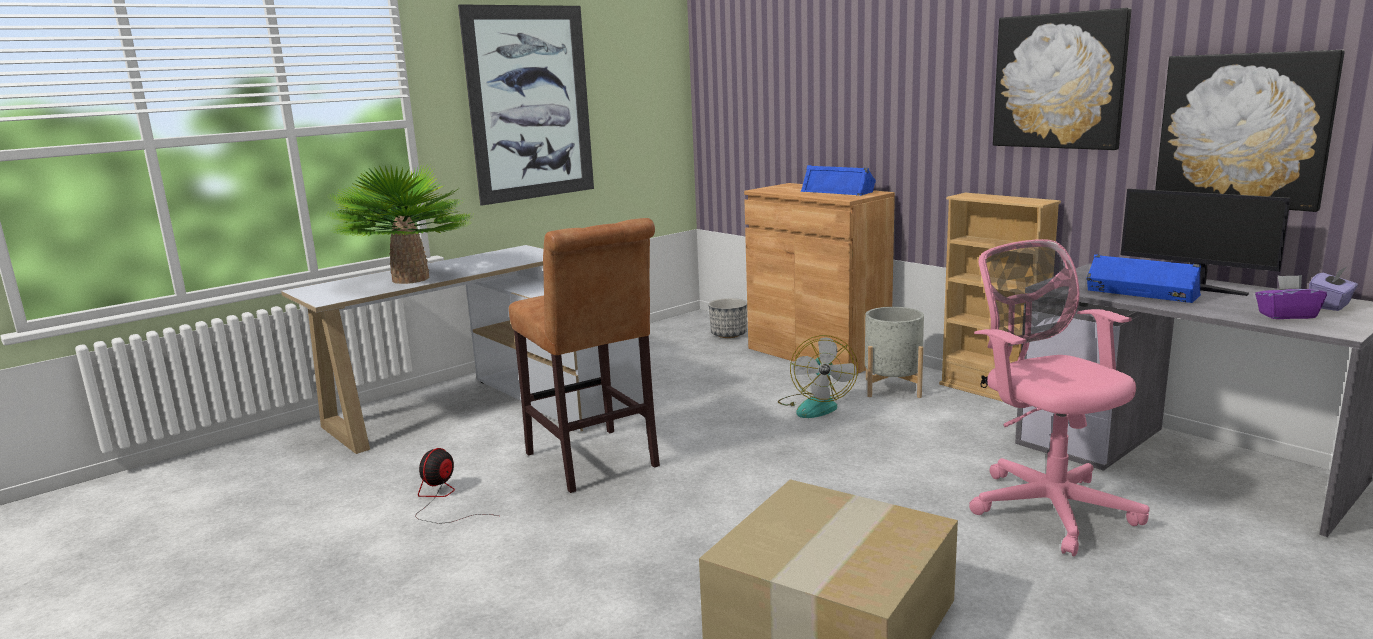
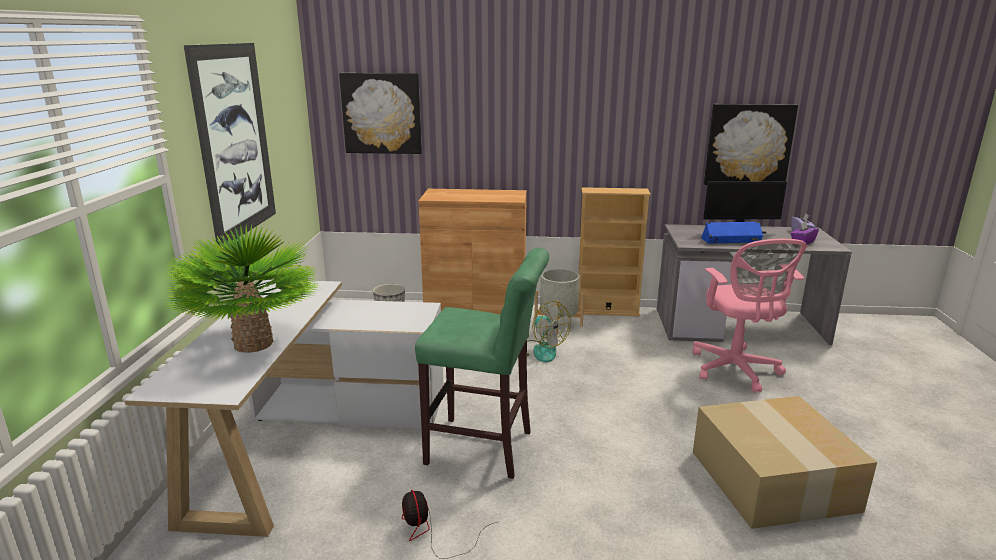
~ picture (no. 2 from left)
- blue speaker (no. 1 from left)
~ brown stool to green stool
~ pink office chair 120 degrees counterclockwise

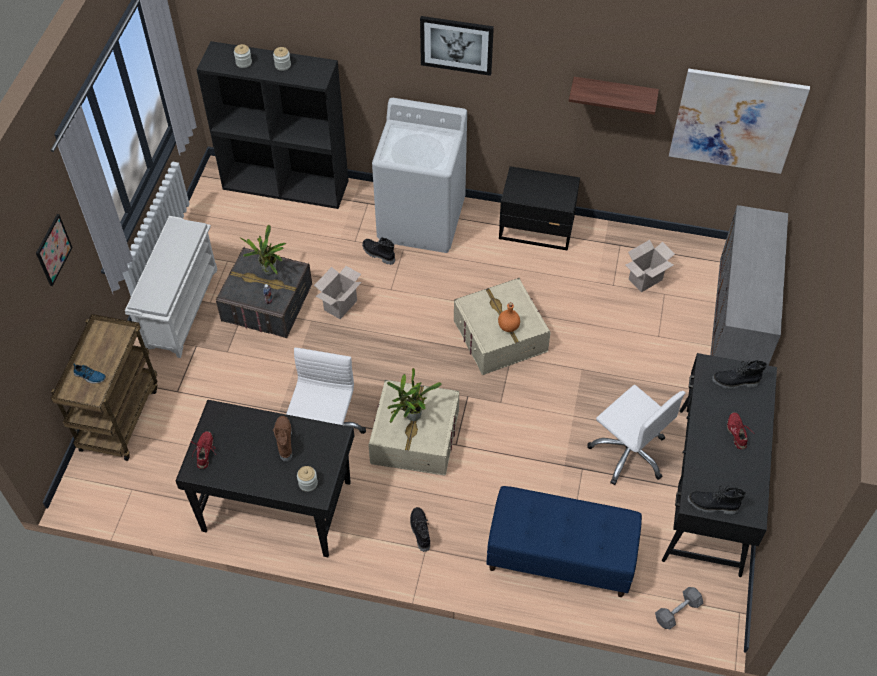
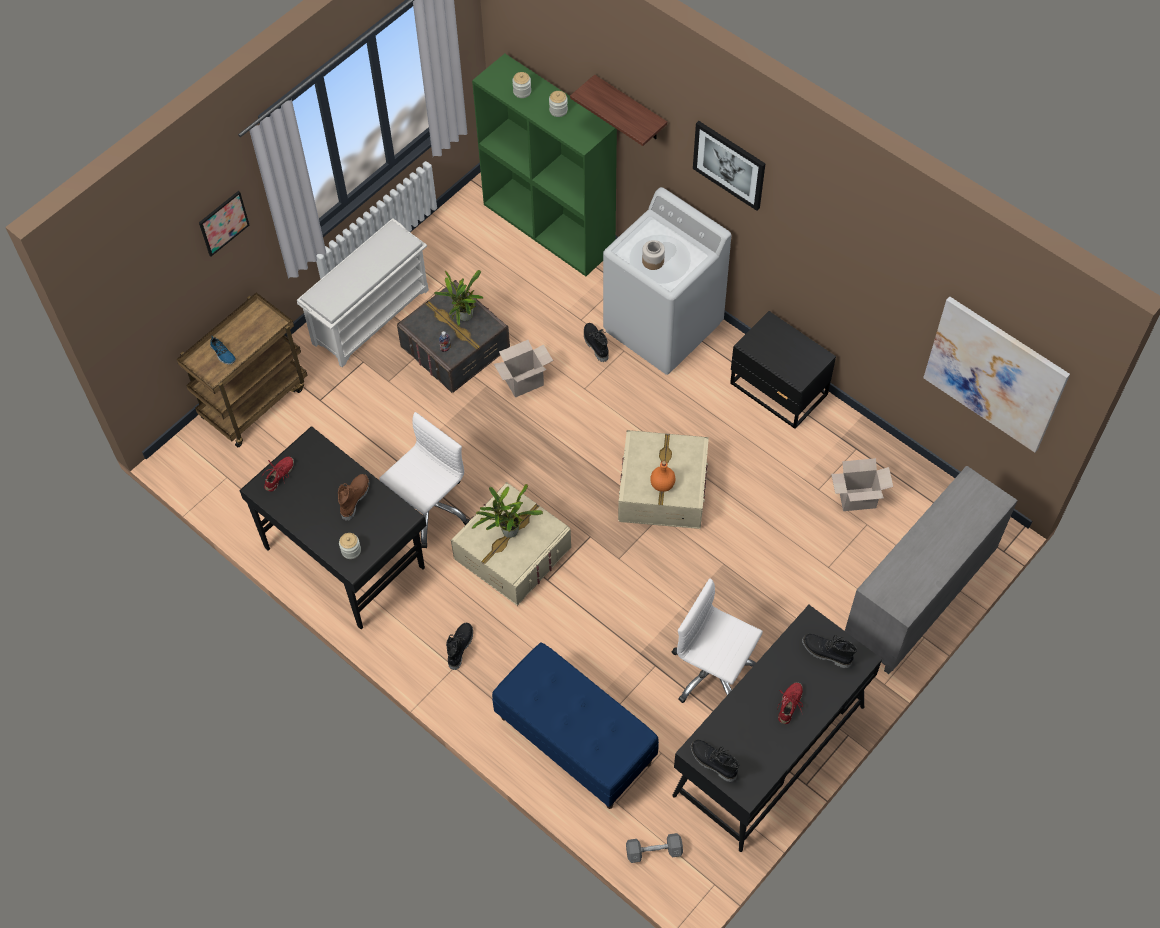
~ black bookcase to green bookcase
~ shelf
~ white office chair (no. 2 from left) 135 degrees clockwise
+ jar (no. 4 from left)

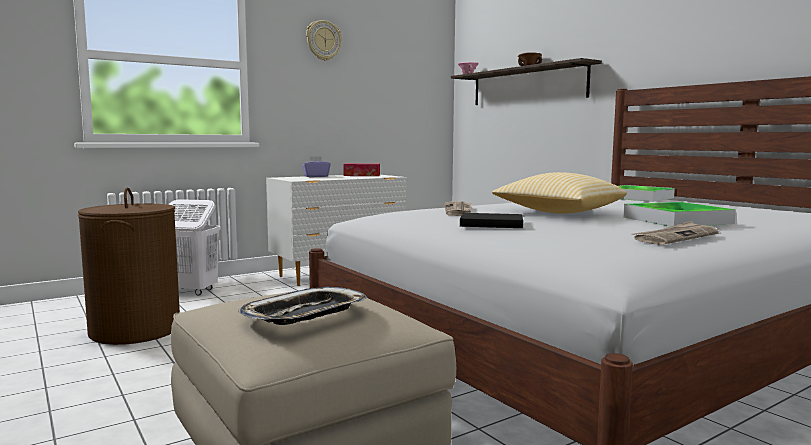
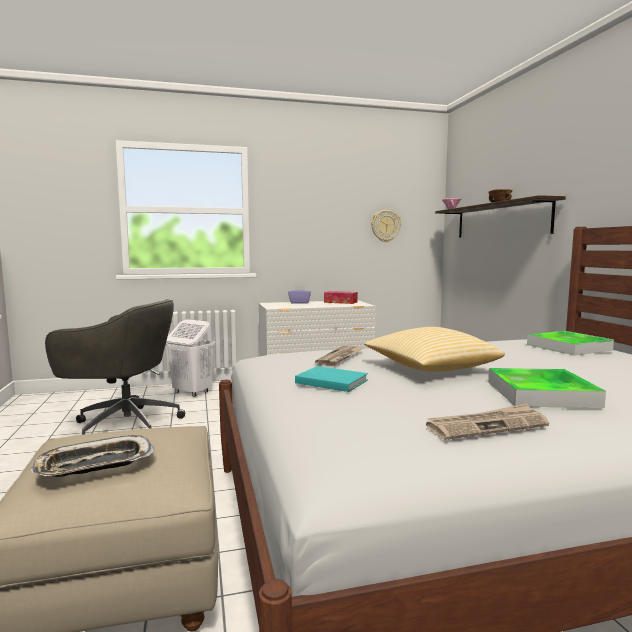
~ wall clock
~ brown laundry basket to grey office chair
~ black book to turquoise book

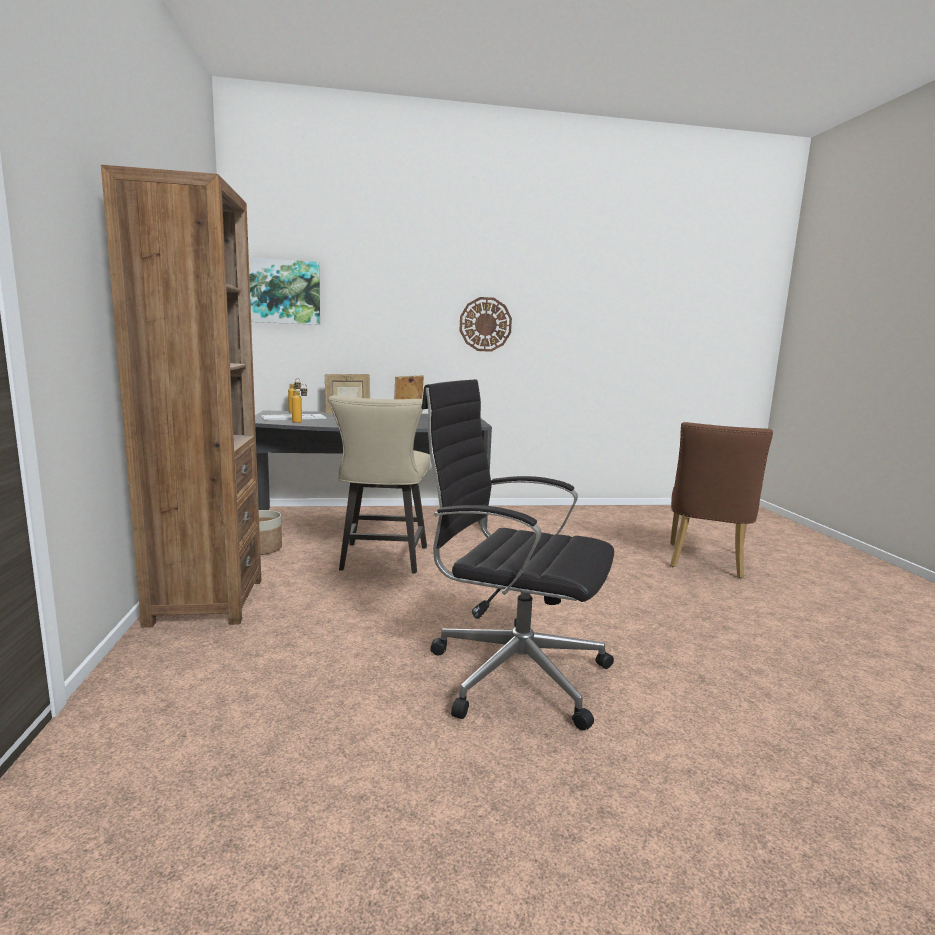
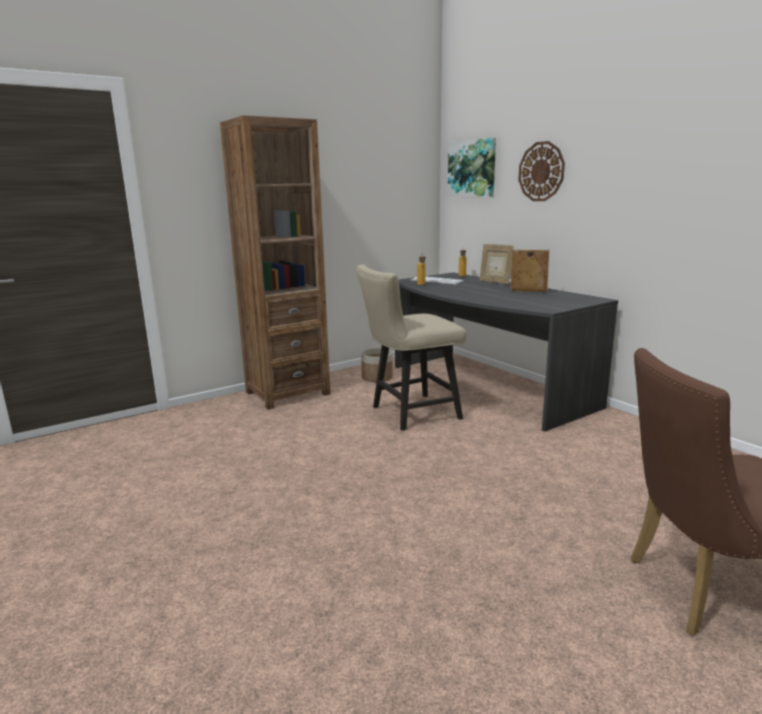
~ wall clock
- black office chair

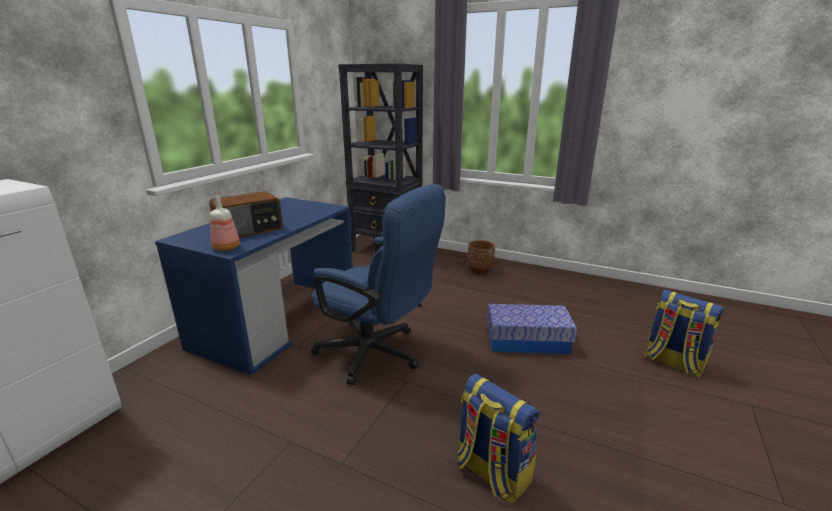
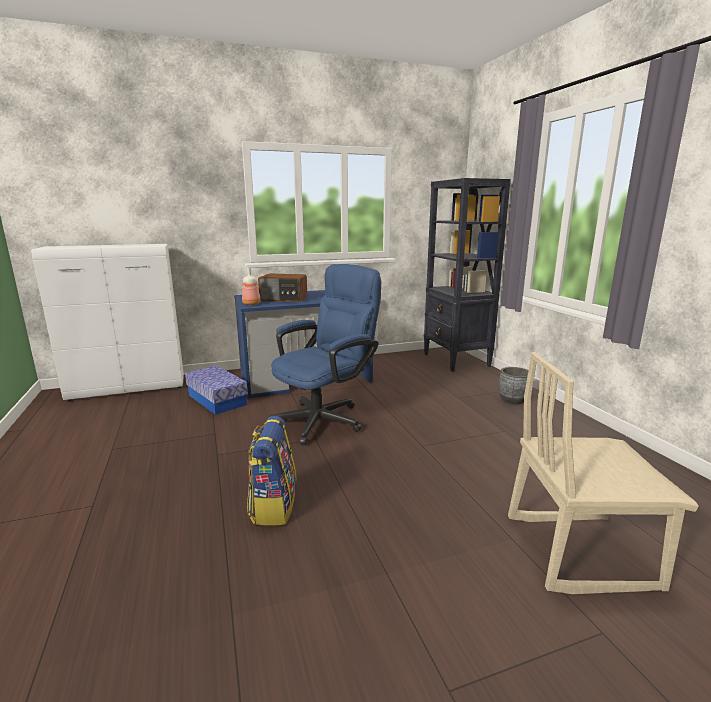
~ blue office chair 120 degrees counterclockwise
~ brown planter to grey planter
~ backpack (no. 2 from left) to beige chair
~ storage box

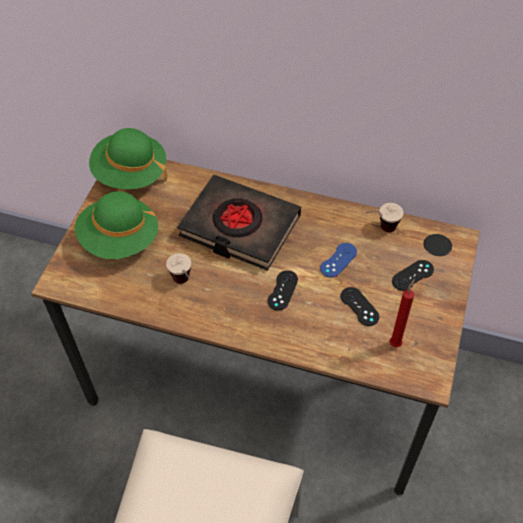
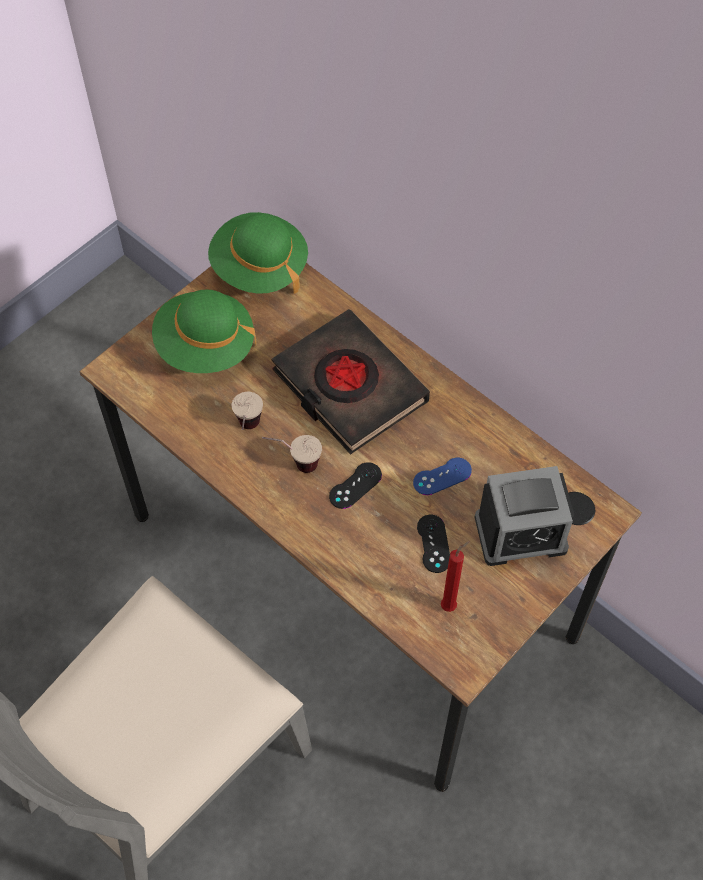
~ cup (no. 2 from left)
~ black game controller (no. 3 from left) to alarm clock

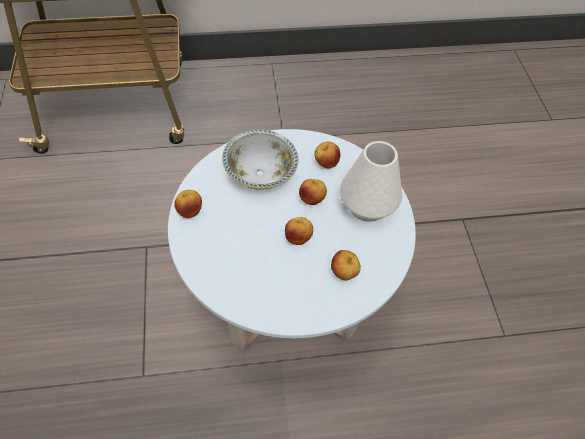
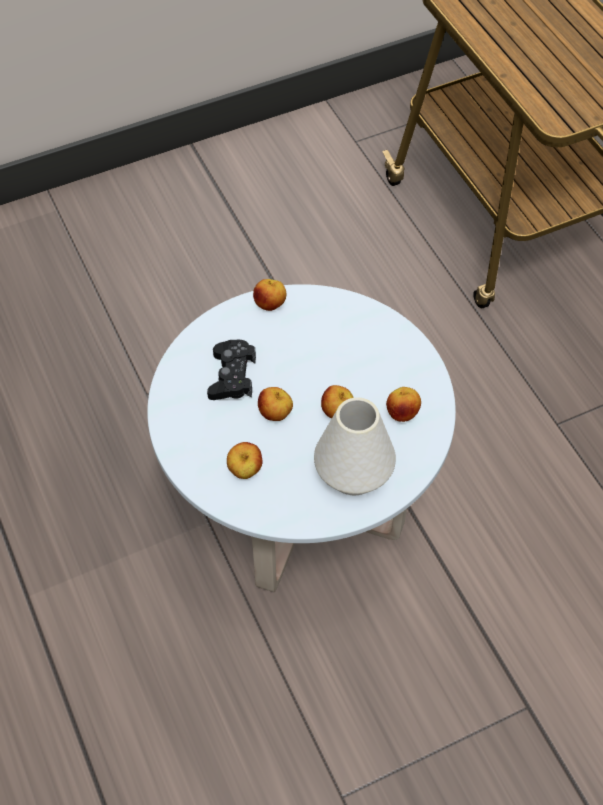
- bowl
+ black game controller

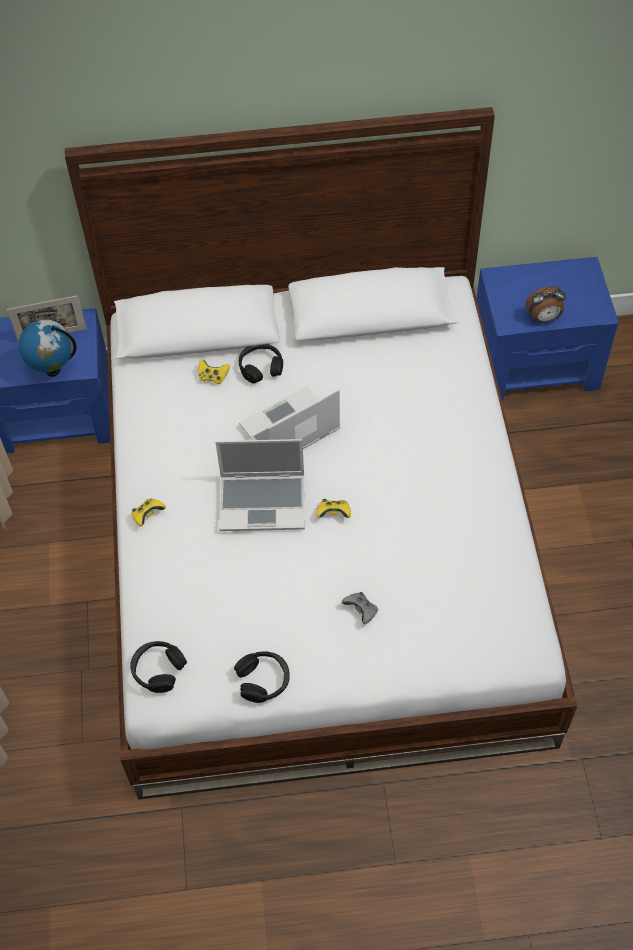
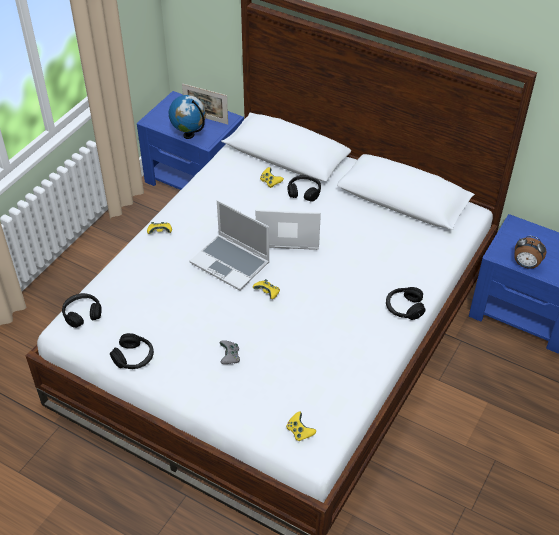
+ black headphones (no. 4 from left)
+ yellow game controller (no. 4 from left)

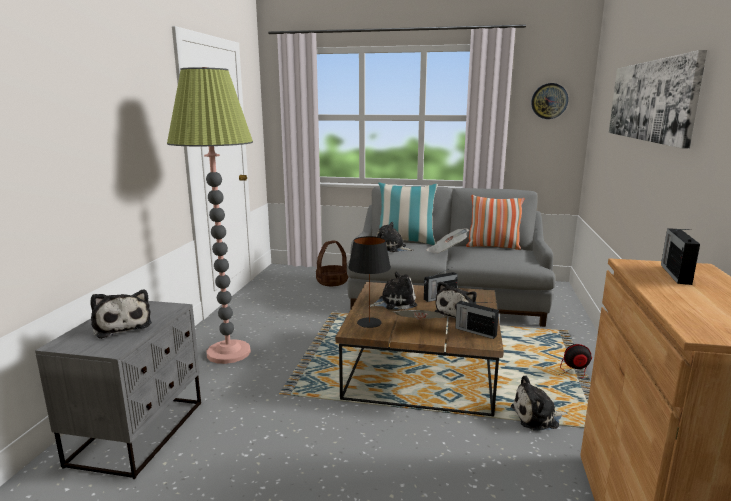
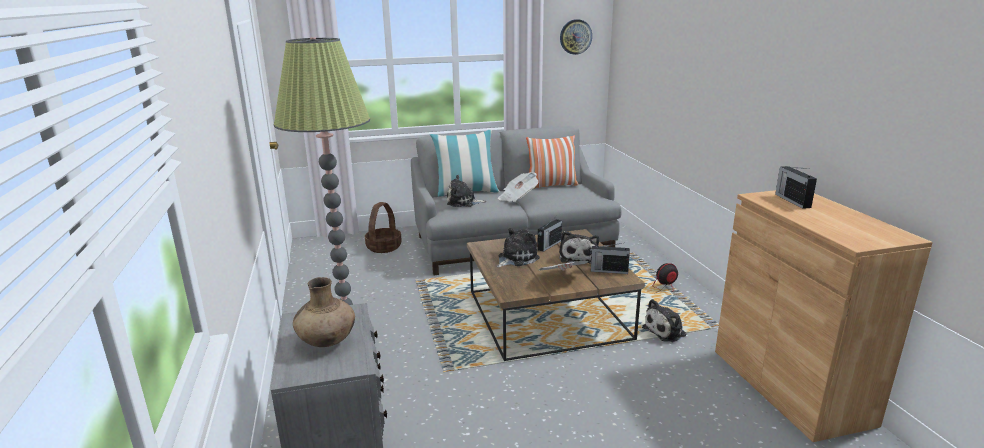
- picture
- black table lamp
~ plush toy (no. 1 from left) to brown vase

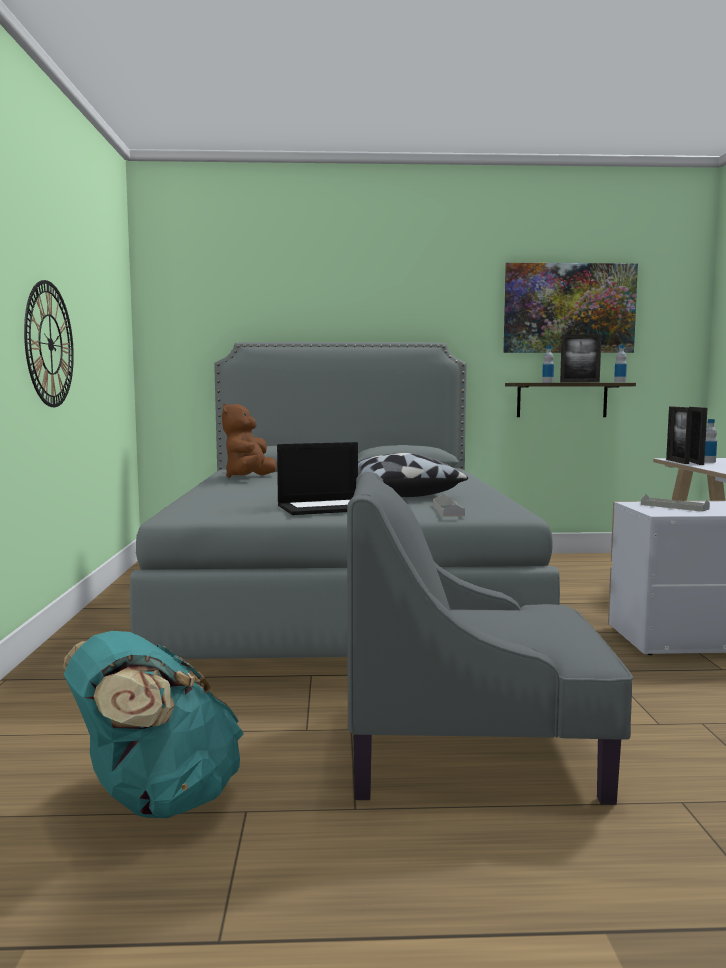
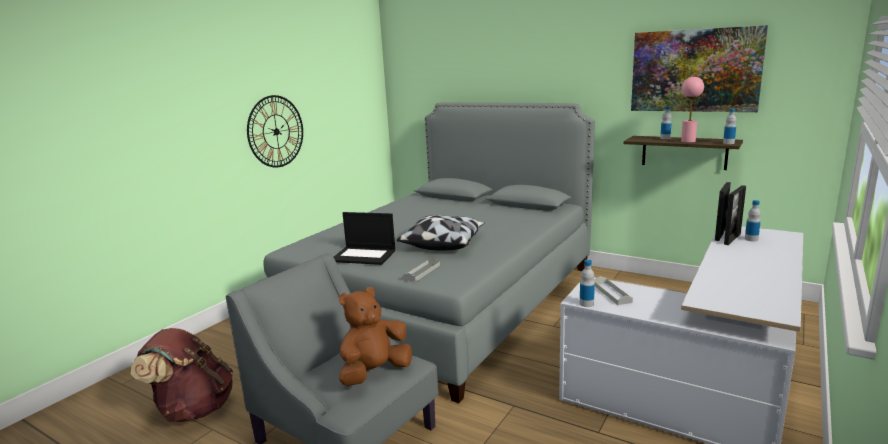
~ picture frame (no. 1 from left) to pink table lamp
~ brown plush toy
~ turquoise backpack to brown backpack
+ bottle (no. 1 from left)

